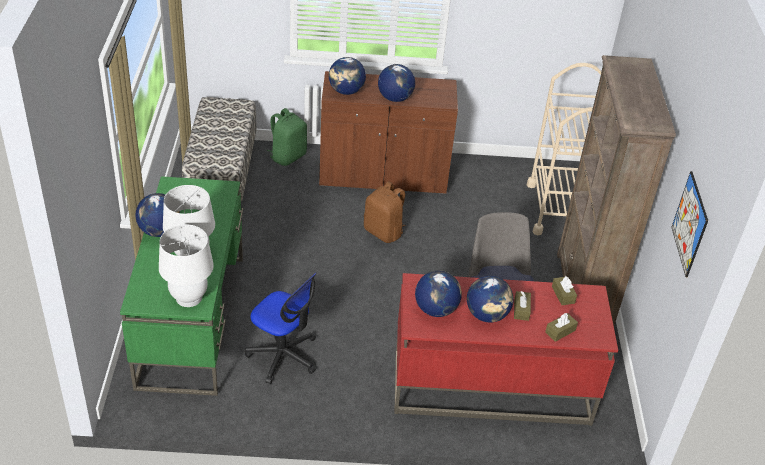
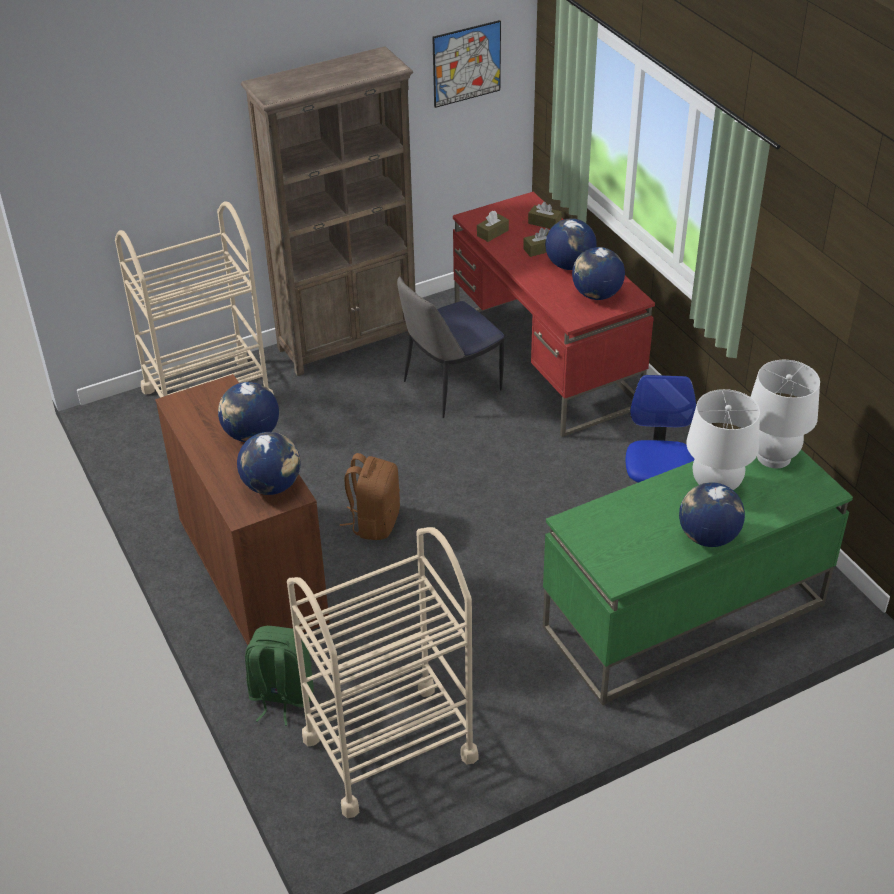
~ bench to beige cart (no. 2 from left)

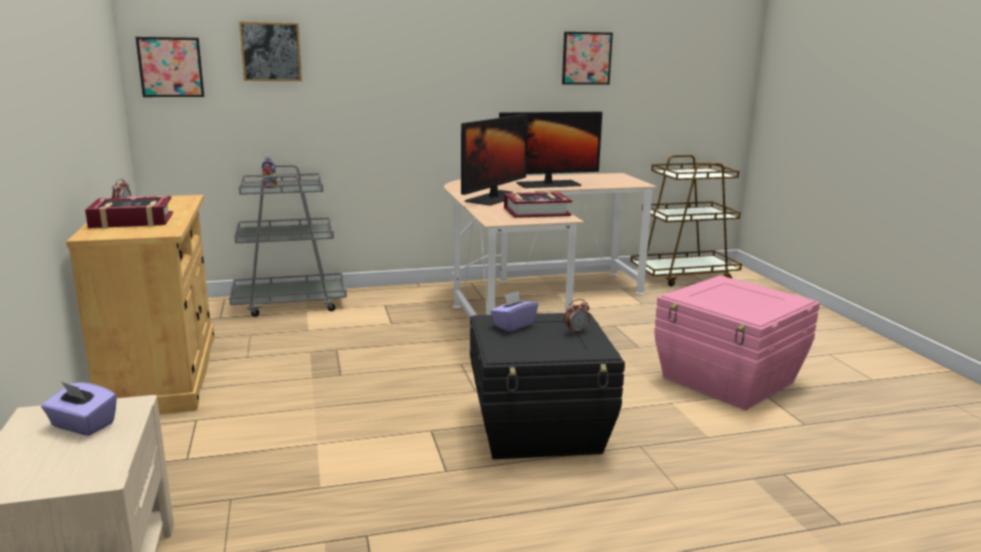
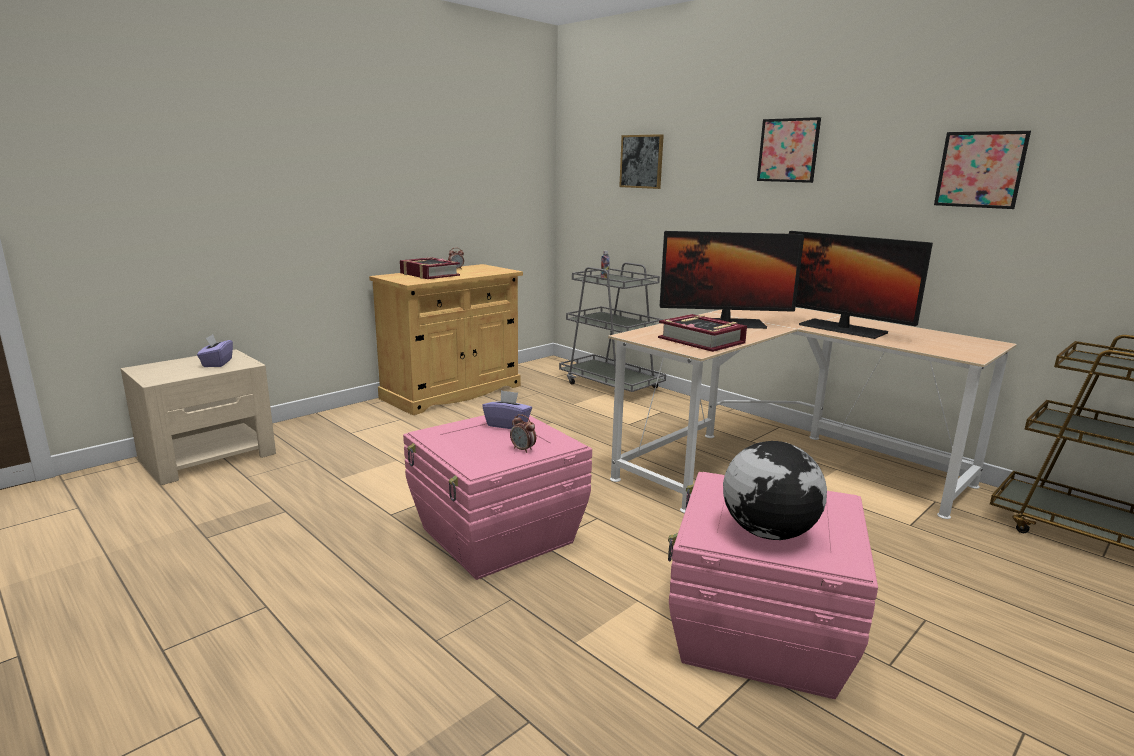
~ picture (no. 1 from left in the first image) to picture (no. 2 from left)
~ black storage box to pink storage box (no. 1 from left)
+ globe

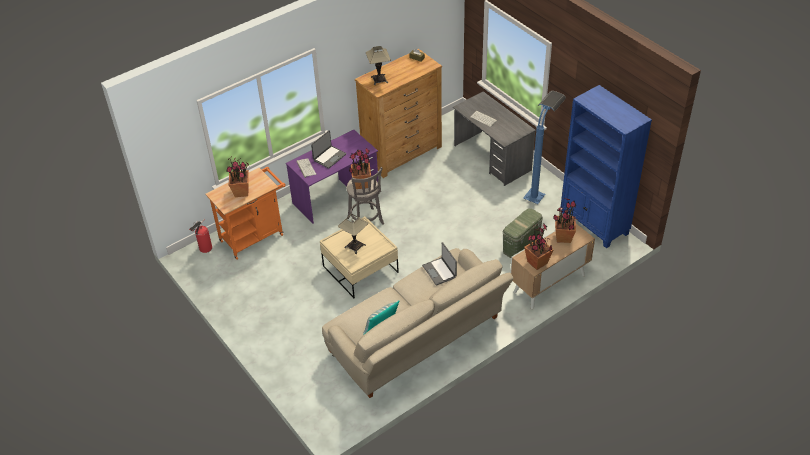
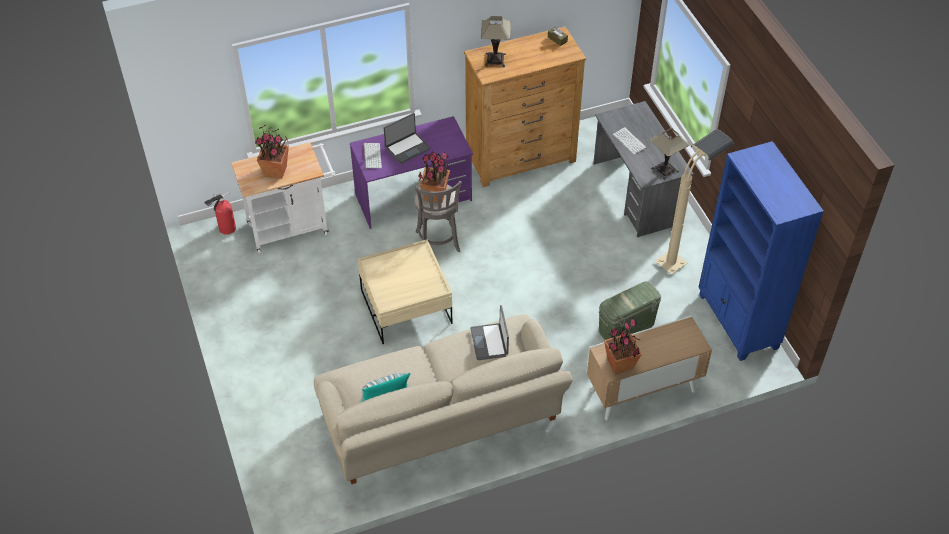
~ blue floor lamp to beige floor lamp
~ orange cart to white cart
- potted plant (no. 4 from left)
~ table lamp (no. 1 from left in the first image) to table lamp (no. 2 from left)

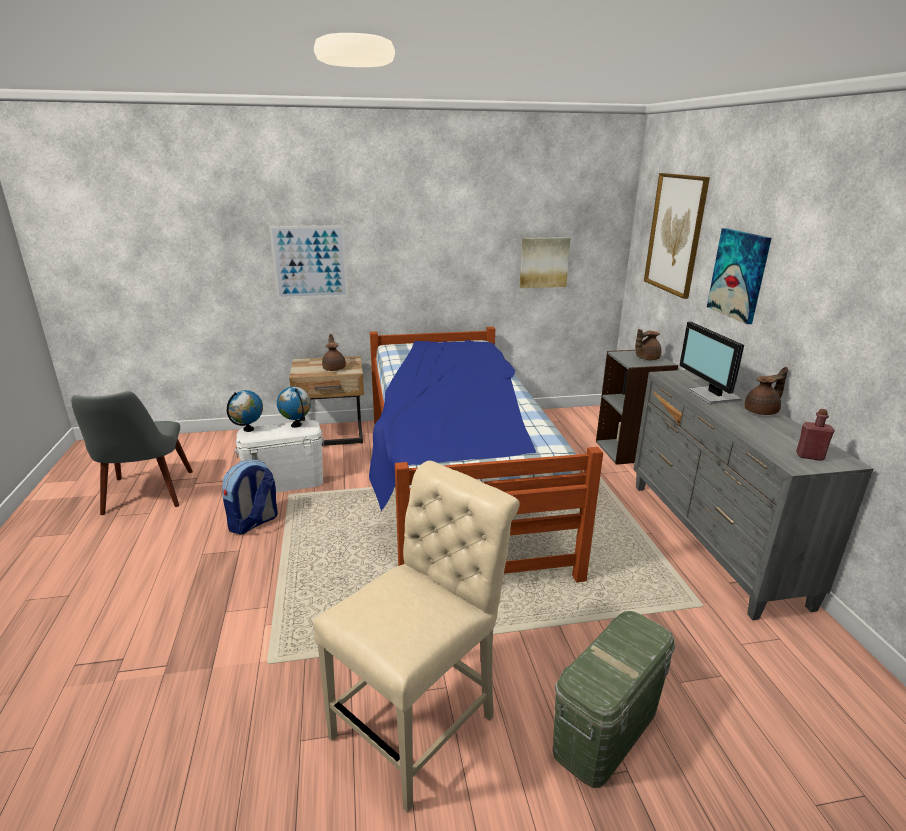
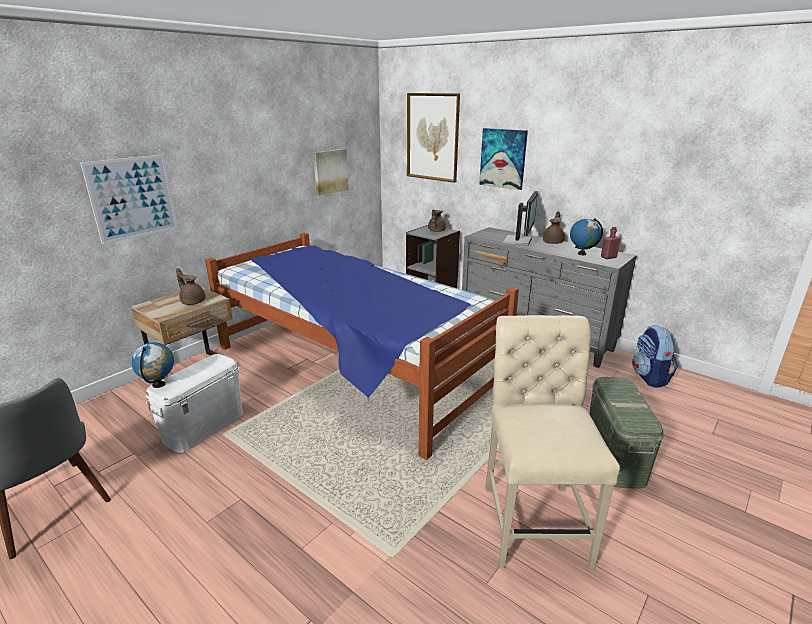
~ monitor 105 degrees counterclockwise
~ globe (no. 2 from left)
~ backpack

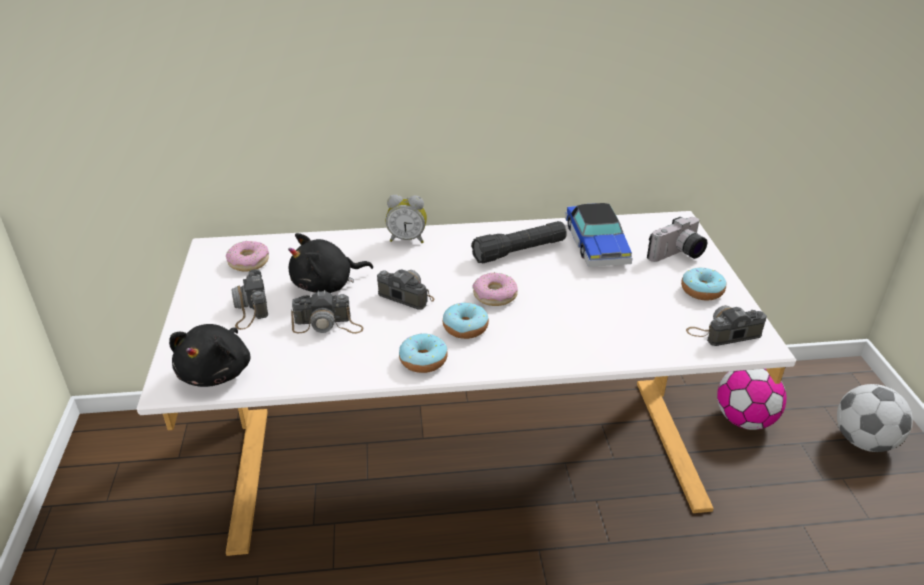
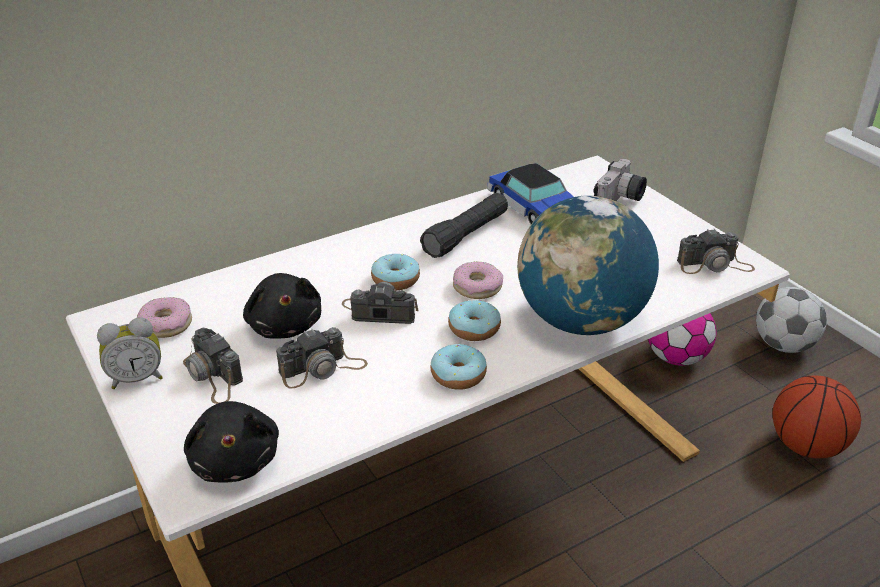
~ alarm clock
~ black plush toy (no. 2 from left) 60 degrees counterclockwise
~ donut (no. 5 from left in the first image) to donut (no. 2 from left)
~ photo camera (no. 5 from left) 150 degrees counterclockwise
+ globe
+ basketball

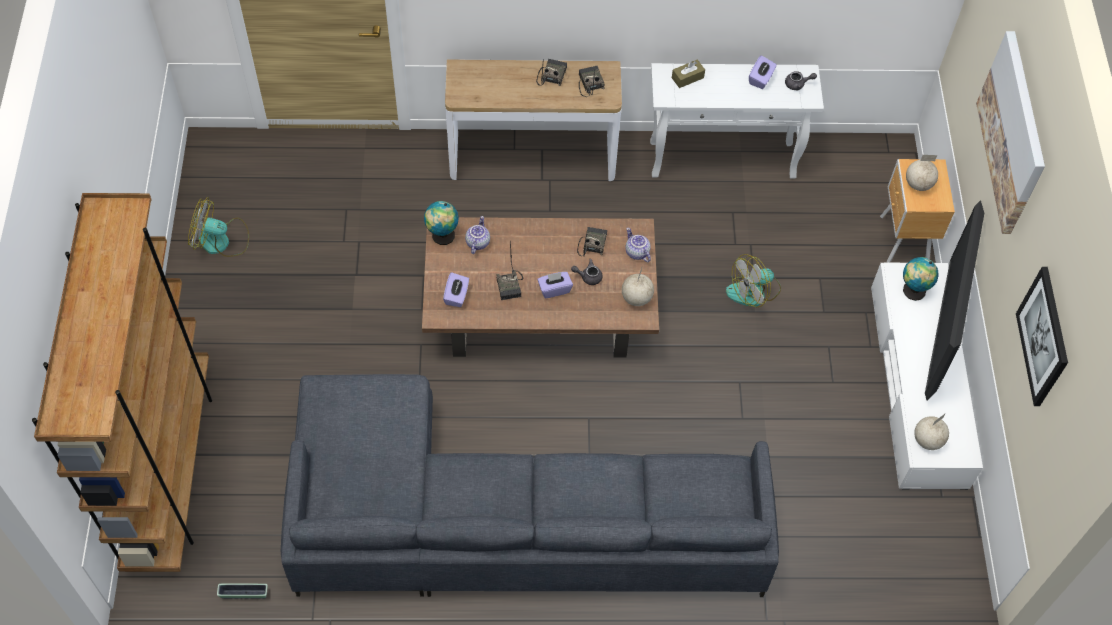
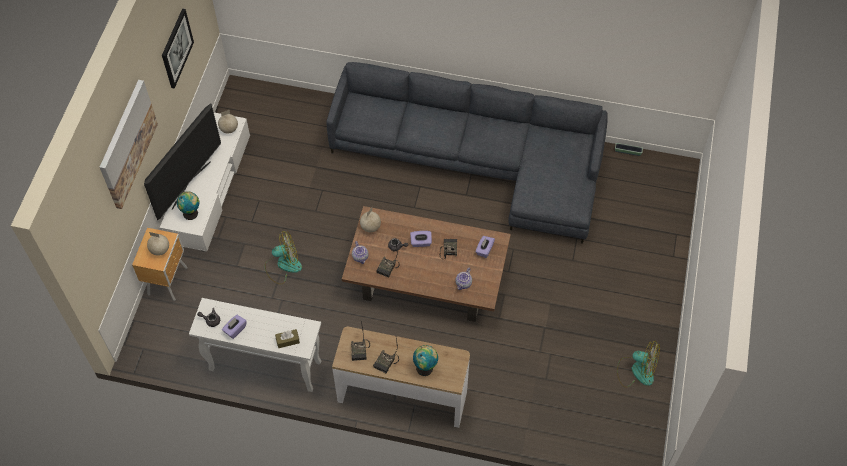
- brown bookcase
~ globe (no. 1 from left in the first image) to globe (no. 5 from left)

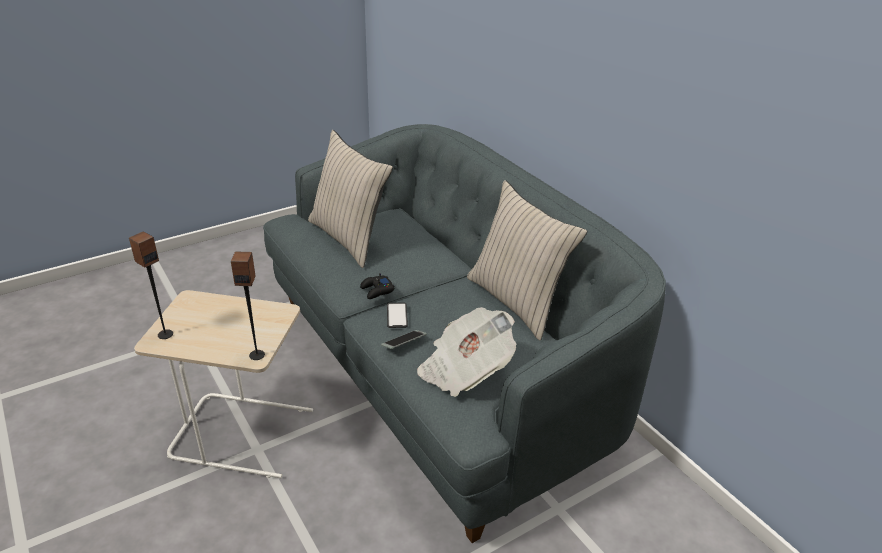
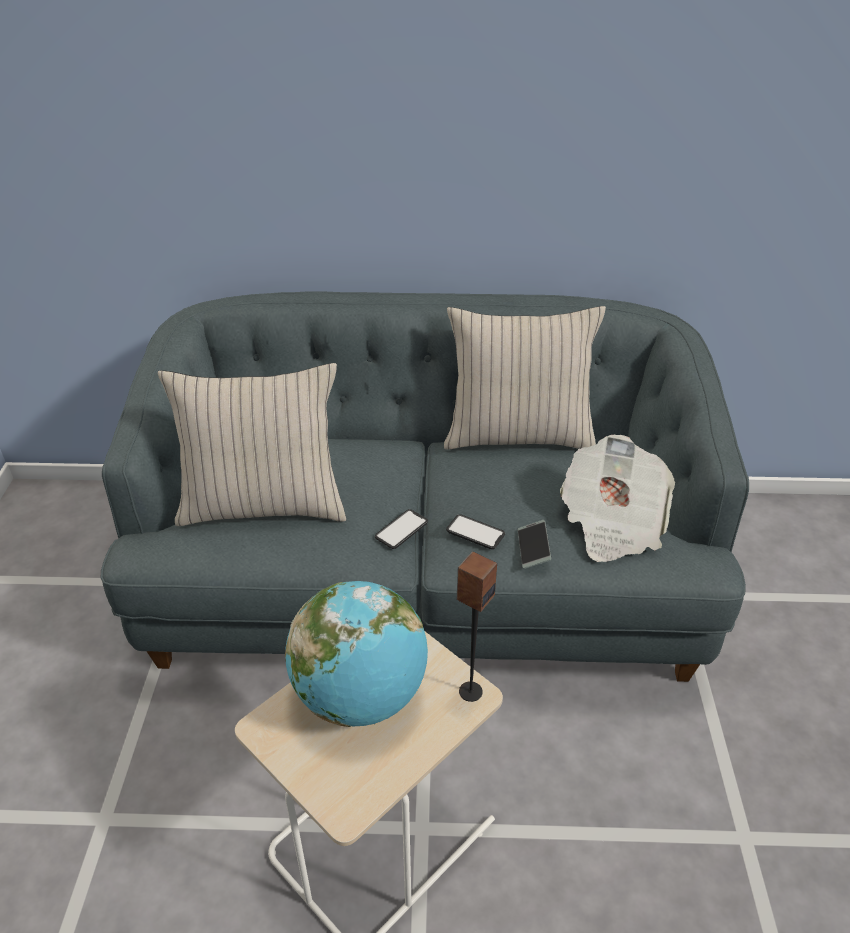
- speaker (no. 1 from left)
~ black game controller to phone (no. 1 from left)
+ globe

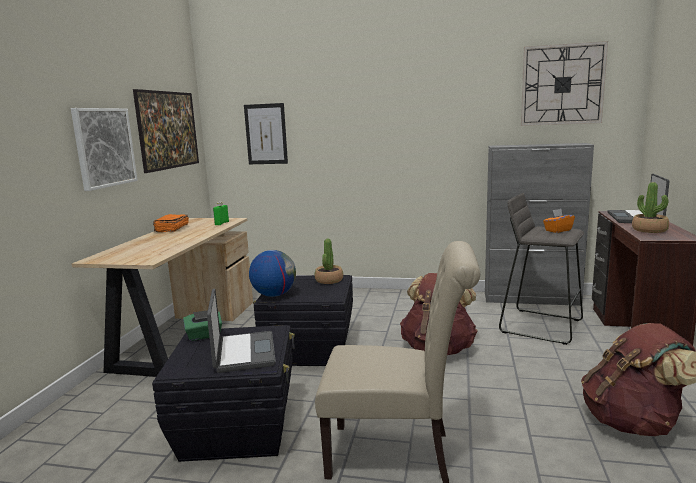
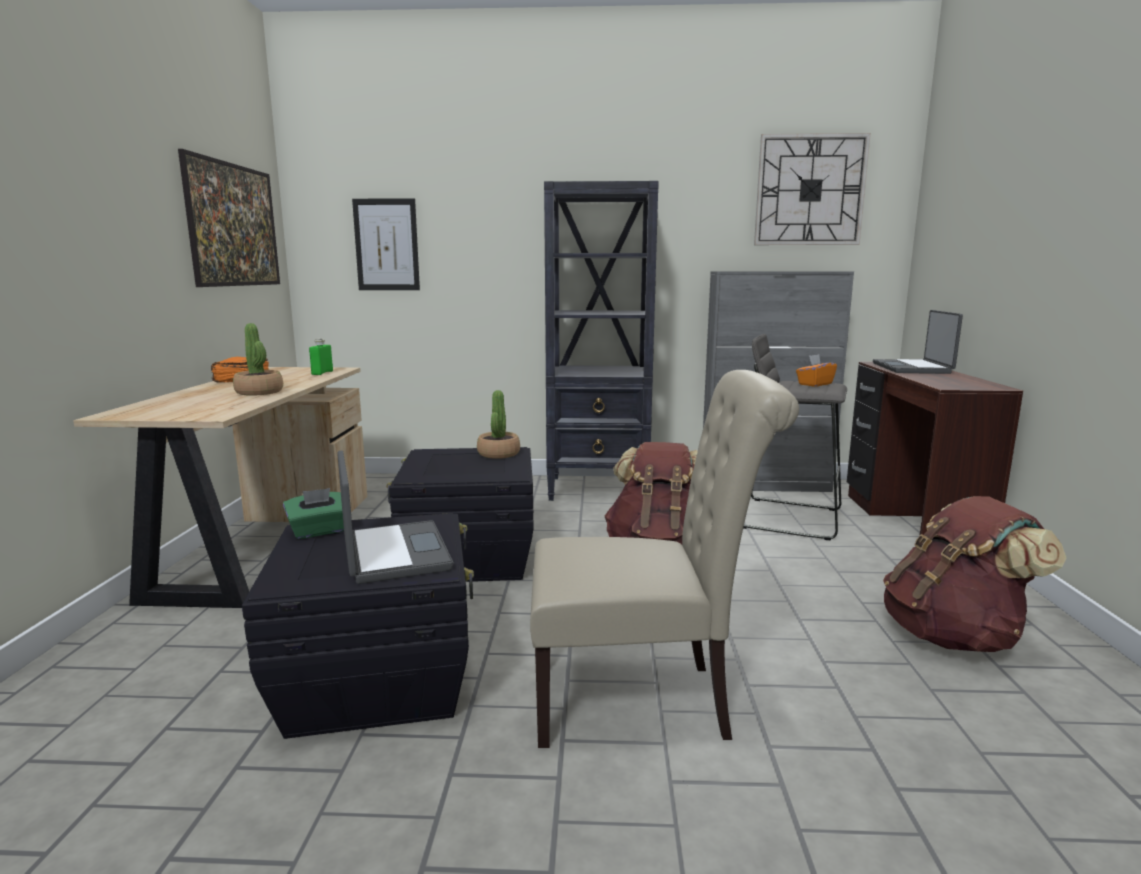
- picture (no. 1 from left)
~ potted plant (no. 2 from left in the first image) to potted plant (no. 1 from left)
- globe
+ black bookcase

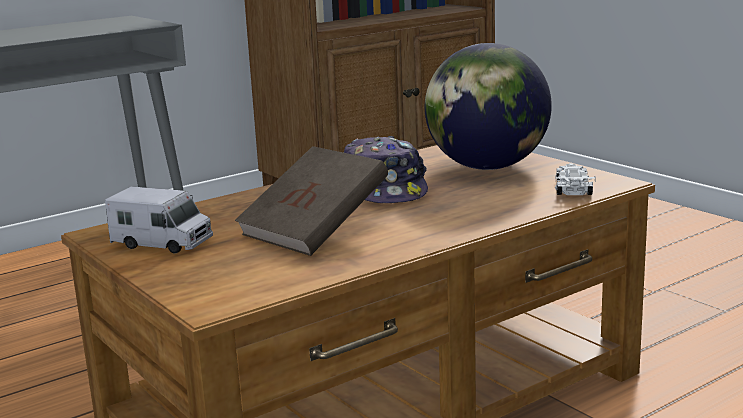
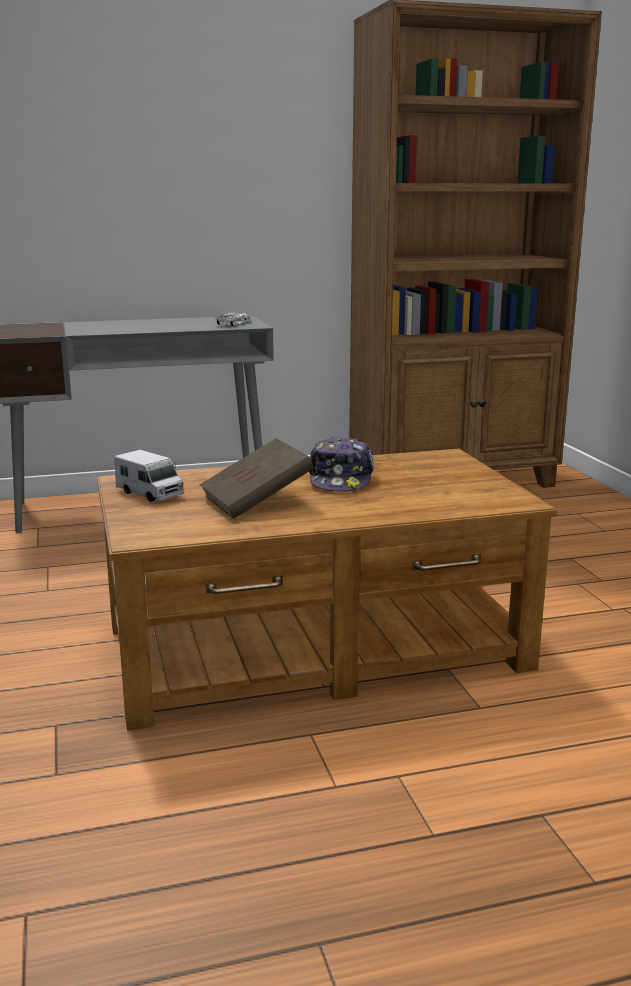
- globe
~ white toy car

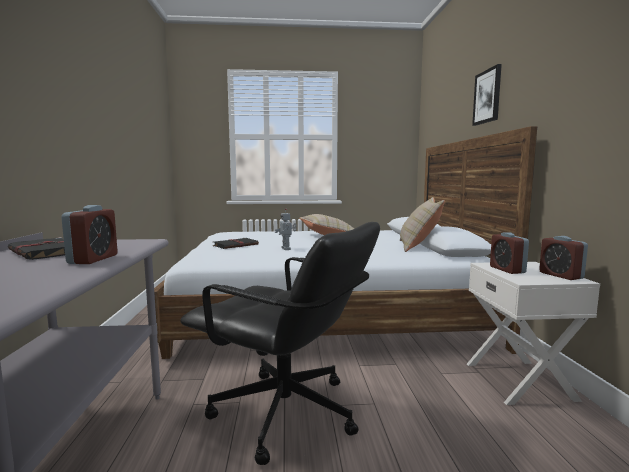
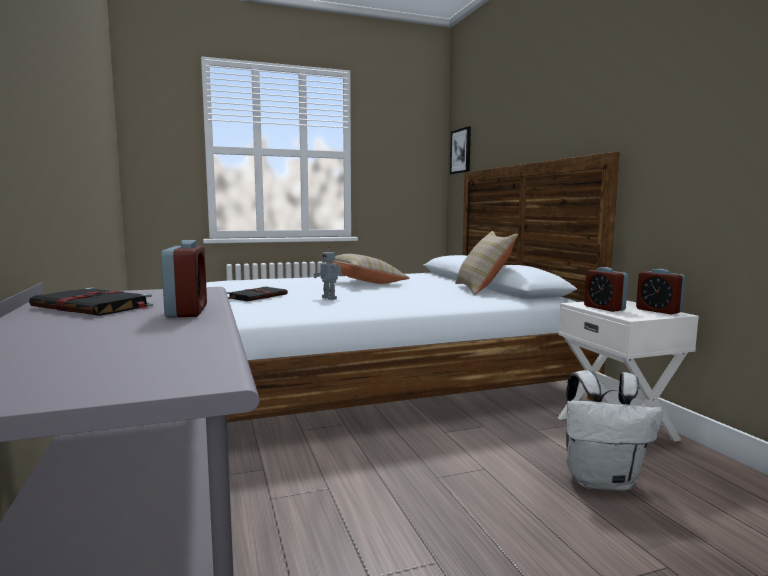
~ picture
- black office chair
+ white backpack

